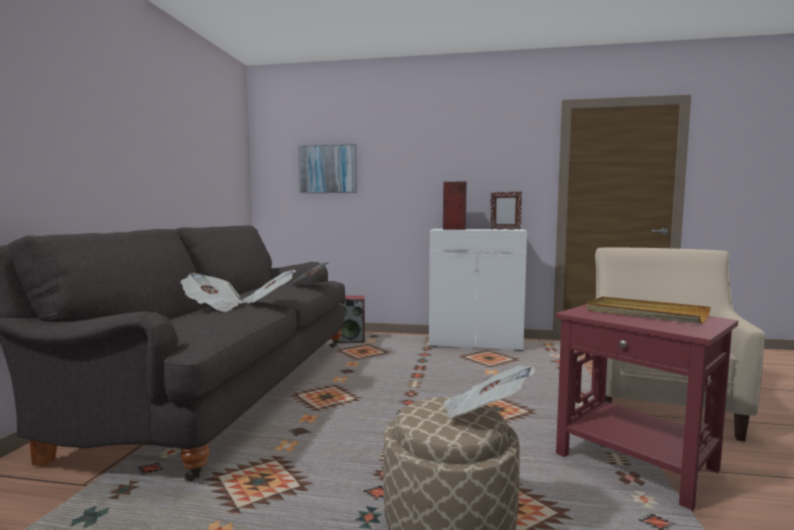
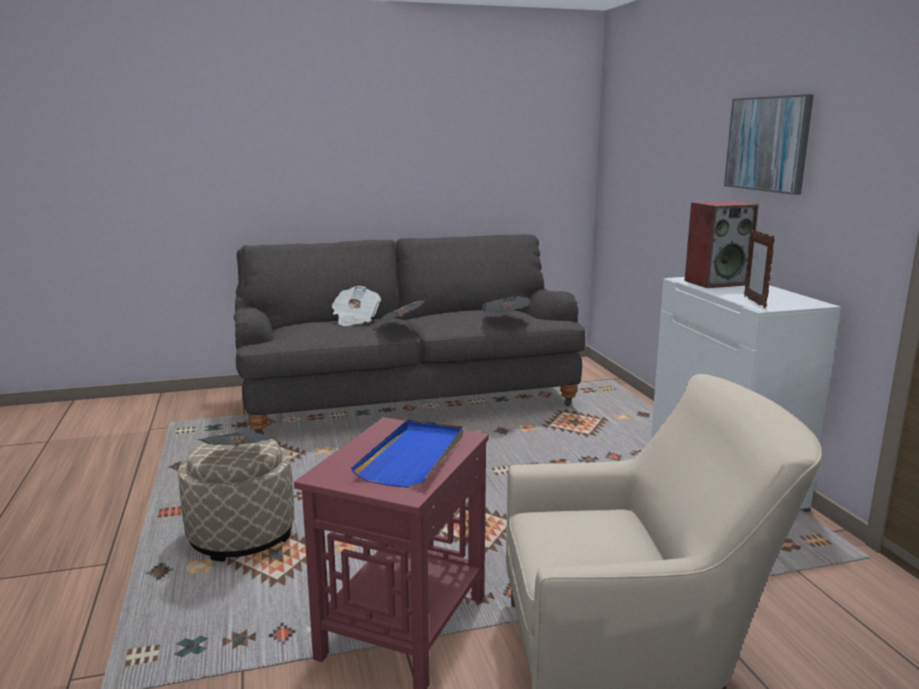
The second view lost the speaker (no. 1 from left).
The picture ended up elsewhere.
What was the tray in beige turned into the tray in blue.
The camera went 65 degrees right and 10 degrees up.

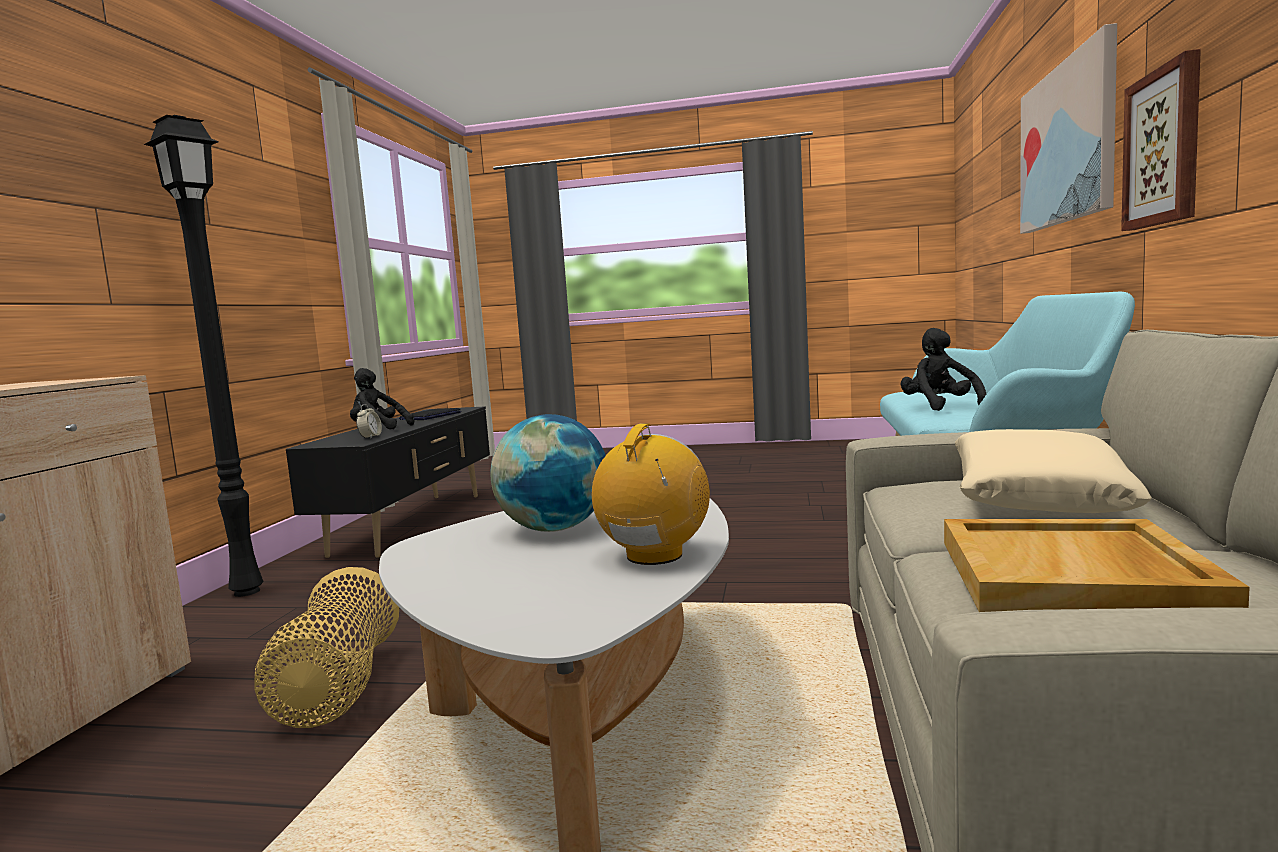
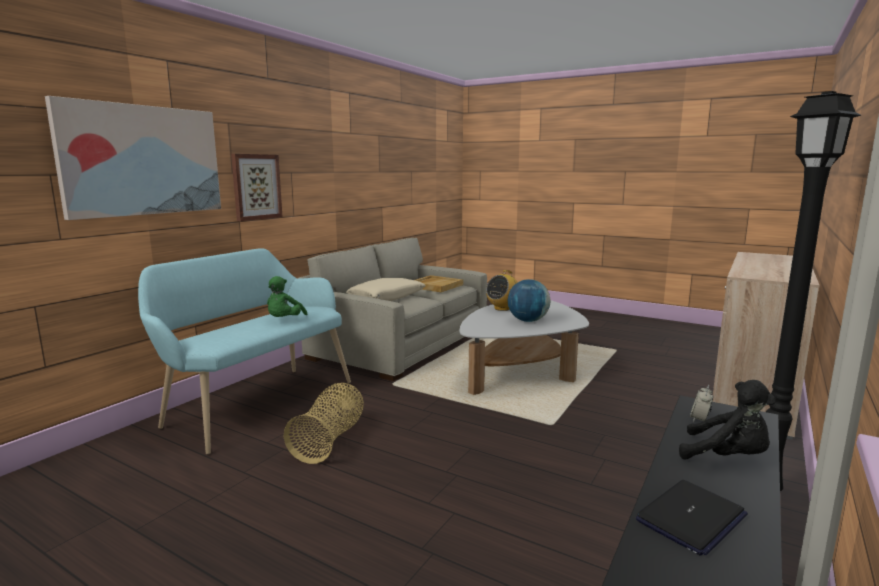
The basket ended up elsewhere.
What was the plush toy in black (no. 2 from left) turned into the plush toy in green.
The camera went 160 degrees left and 5 degrees up.

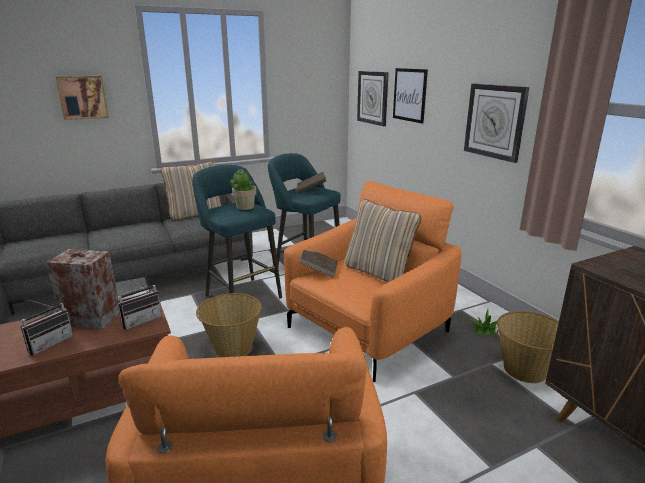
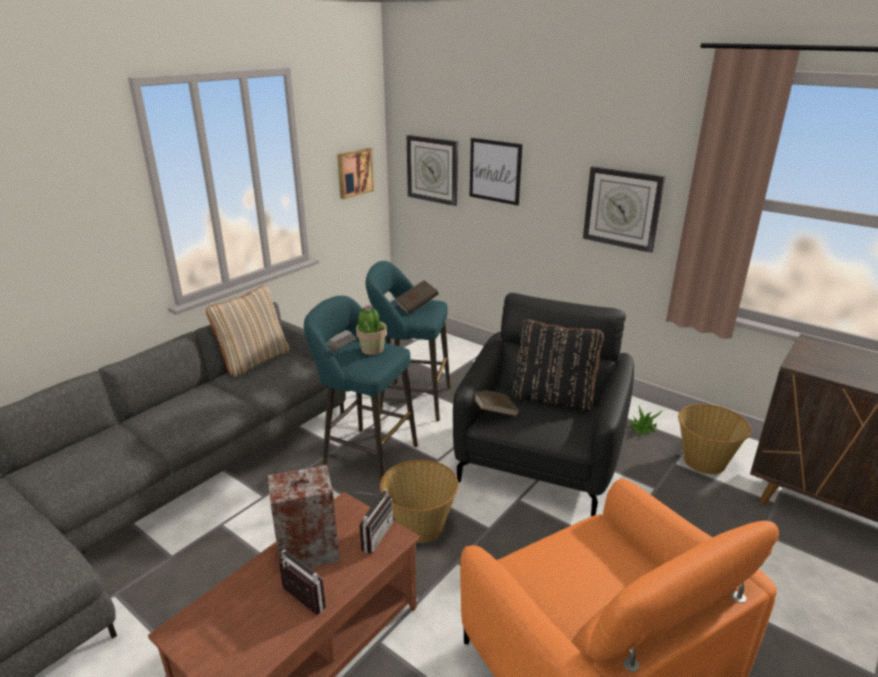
The picture (no. 1 from left) ended up elsewhere.
What was the armchair in orange (no. 2 from left) turned into the armchair in black.
What was the pillow in beige (no. 2 from left) turned into the pillow in black.
The radio (no. 1 from left) ended up facing another way, 60 degrees counterclockwise from before.
The camera went 25 degrees left and 5 degrees up.

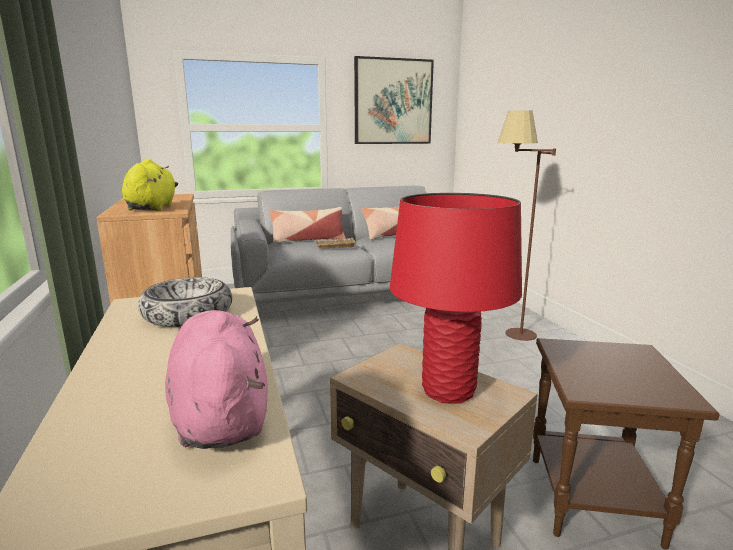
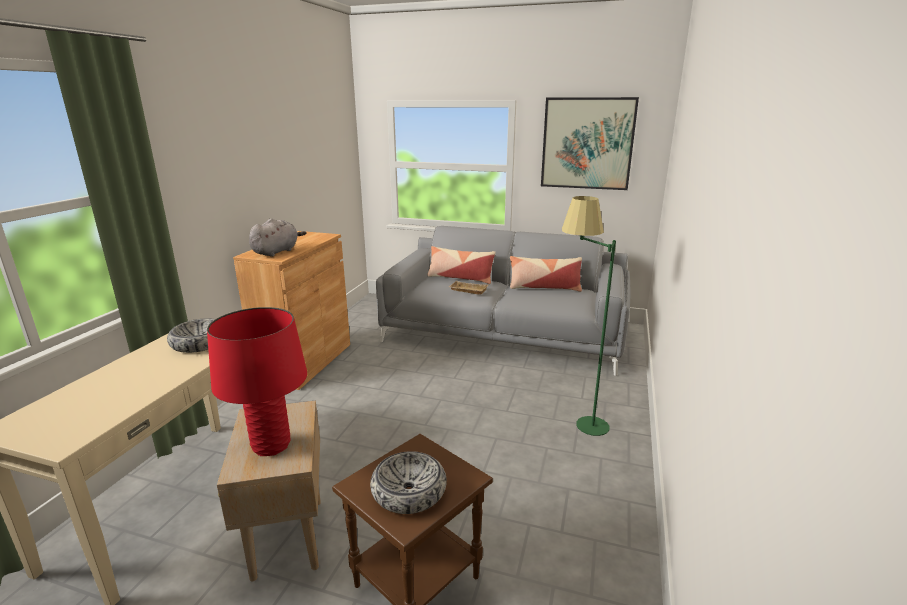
The second view lost the plush toy in pink.
The second view gained the bowl (no. 2 from left).
What was the plush toy in yellow turned into the plush toy in grey.
What was the floor lamp in brown turned into the floor lamp in green.
The camera went 35 degrees right and 5 degrees up.

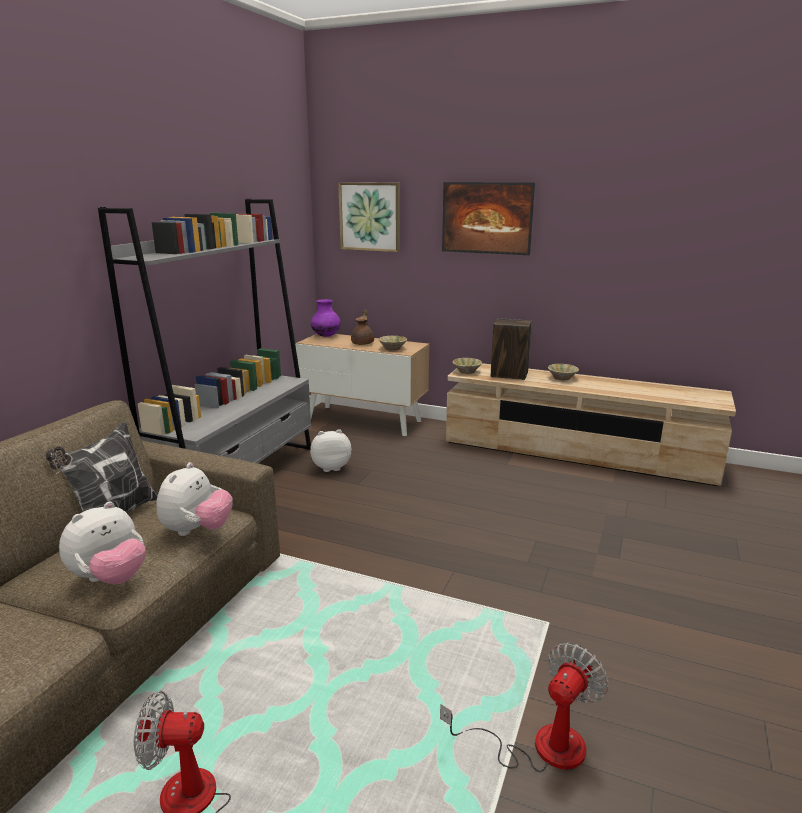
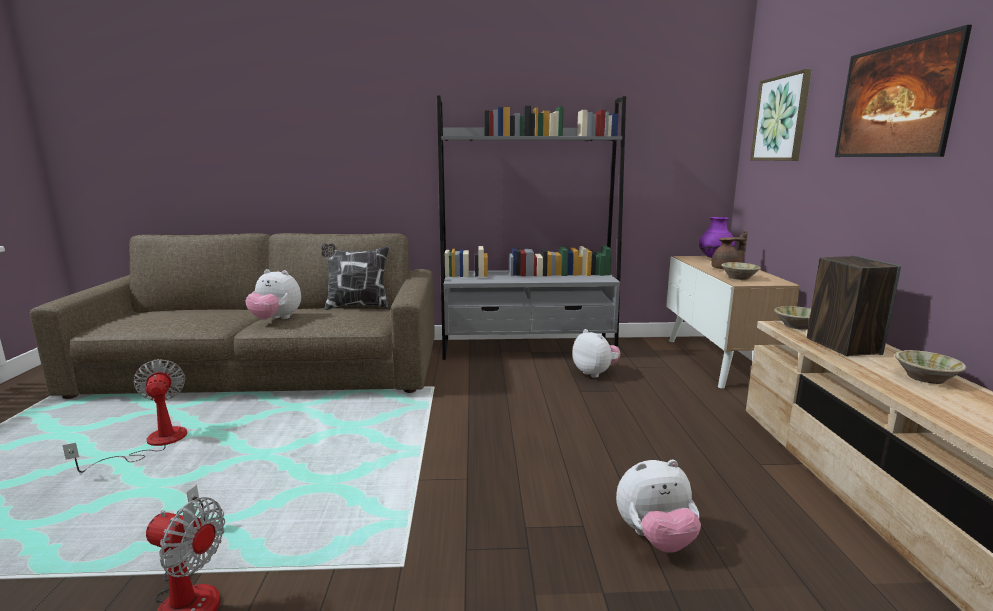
The plush toy (no. 2 from left in the first image) ended up elsewhere.
The camera went 65 degrees right and 5 degrees down.

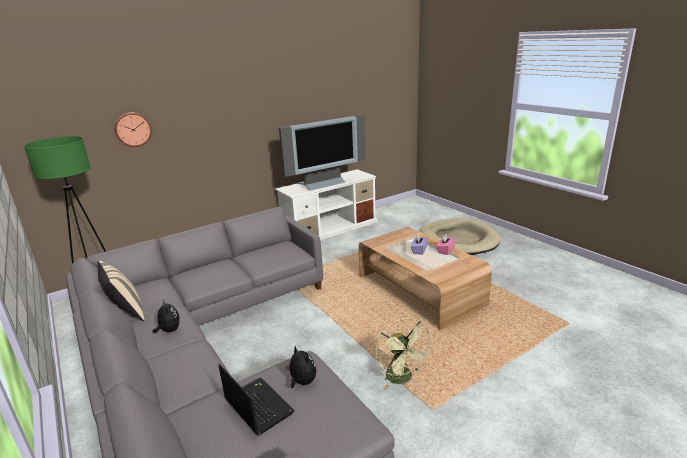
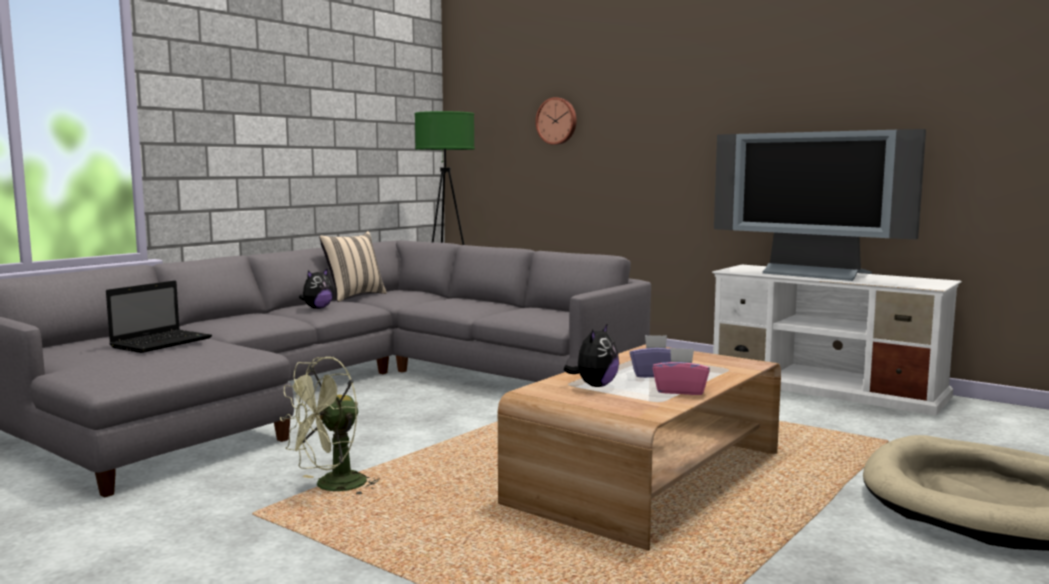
The plush toy (no. 2 from left) ended up elsewhere.
The camera went 70 degrees right and 15 degrees down.

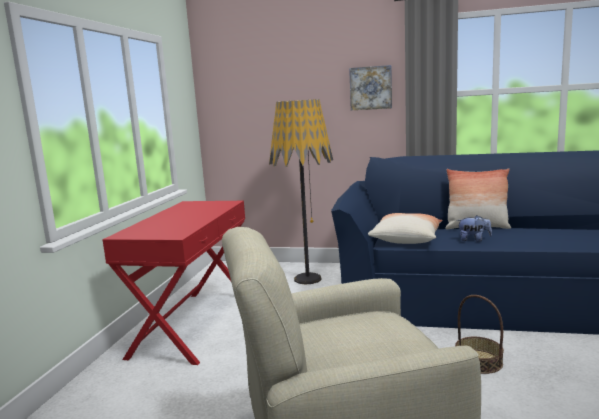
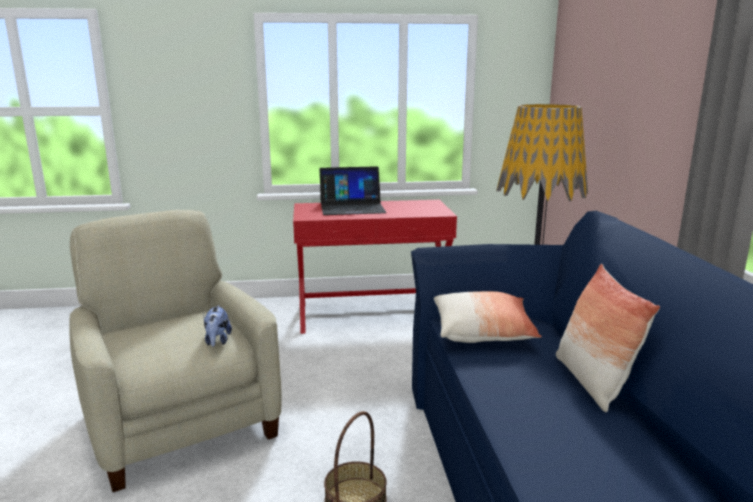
The second view lost the picture.
The second view gained the laptop.
The plush toy ended up elsewhere.
The camera went 70 degrees right and 5 degrees up.

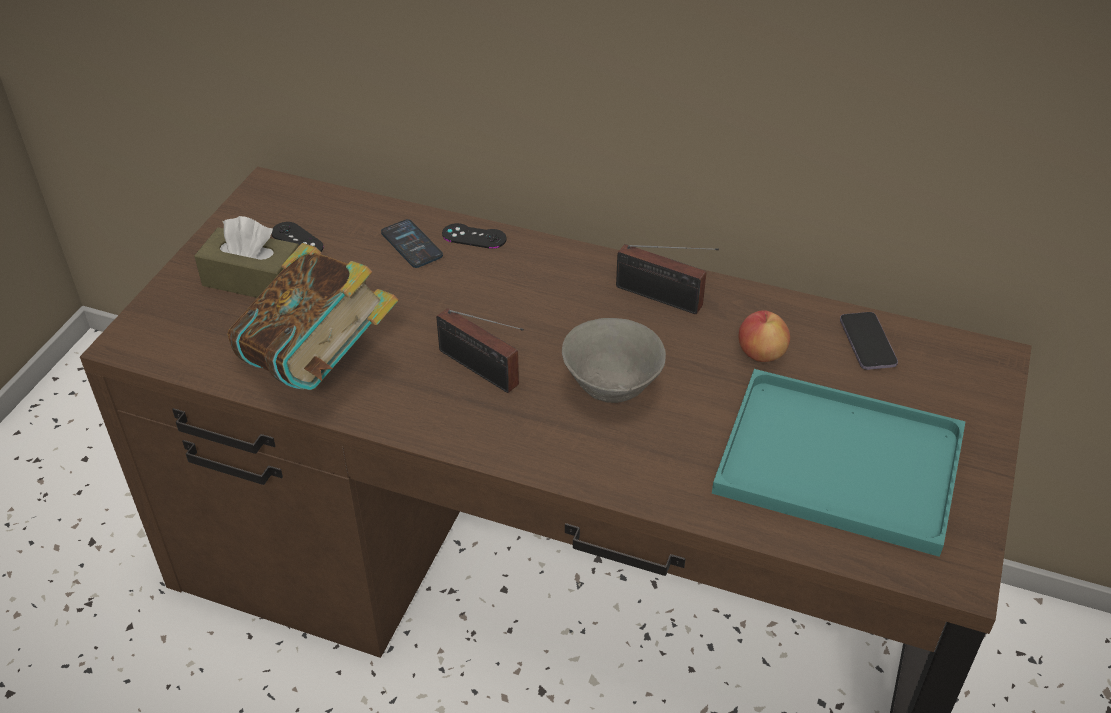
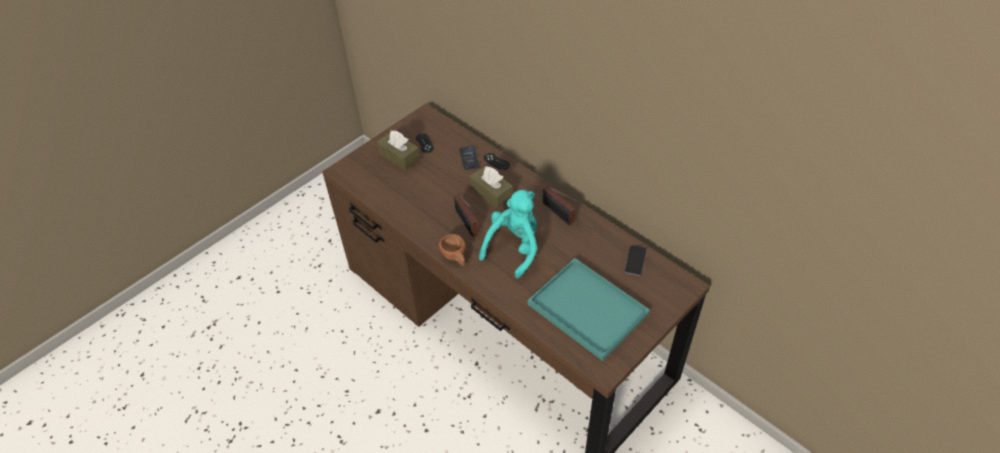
The second view lost the book.
The second view lost the apple.
The second view gained the cup in brown.
The second view gained the tissue box in brown (no. 2 from left).
Where the bowl in grey stood, the plush toy in turquoise came to stand.
The camera went 25 degrees right and 5 degrees up.

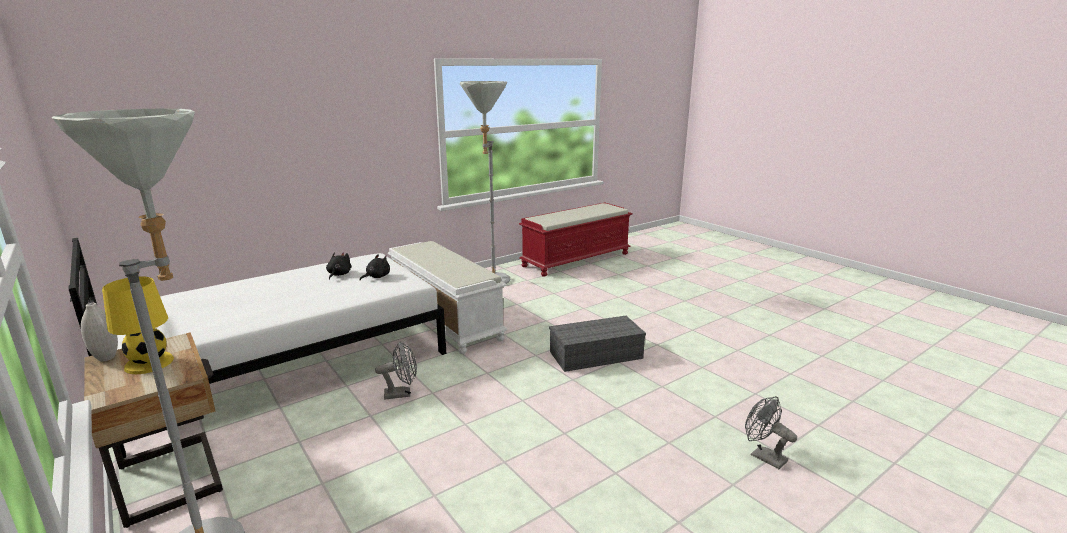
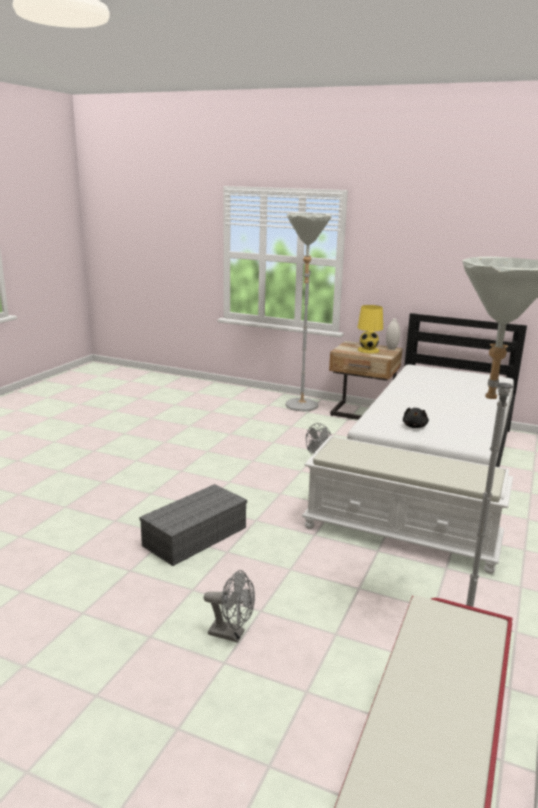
The second view lost the plush toy in black (no. 1 from left).
The fan in grey (no. 2 from left in the first image) ended up elsewhere.
The camera went 150 degrees right and 0 degrees up.

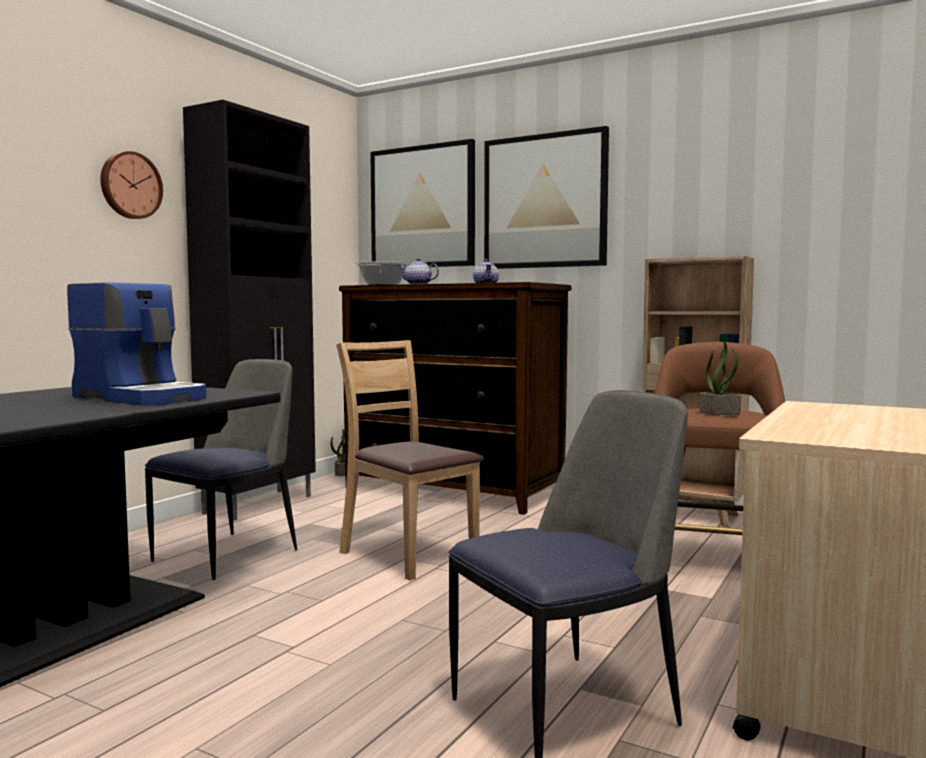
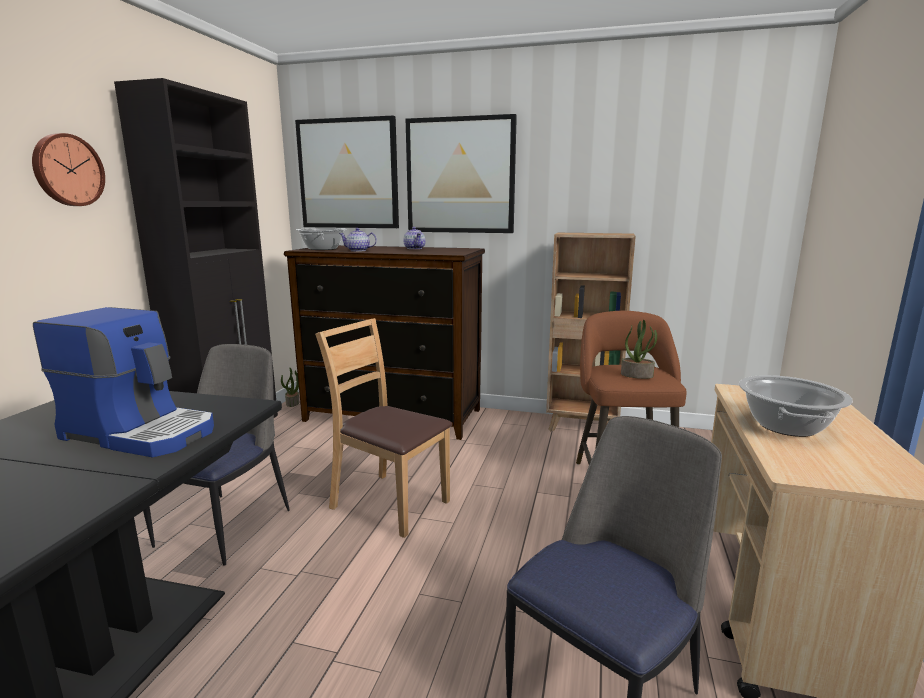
The second view gained the cooking pot (no. 2 from left).
The camera went 15 degrees left and 10 degrees up.

